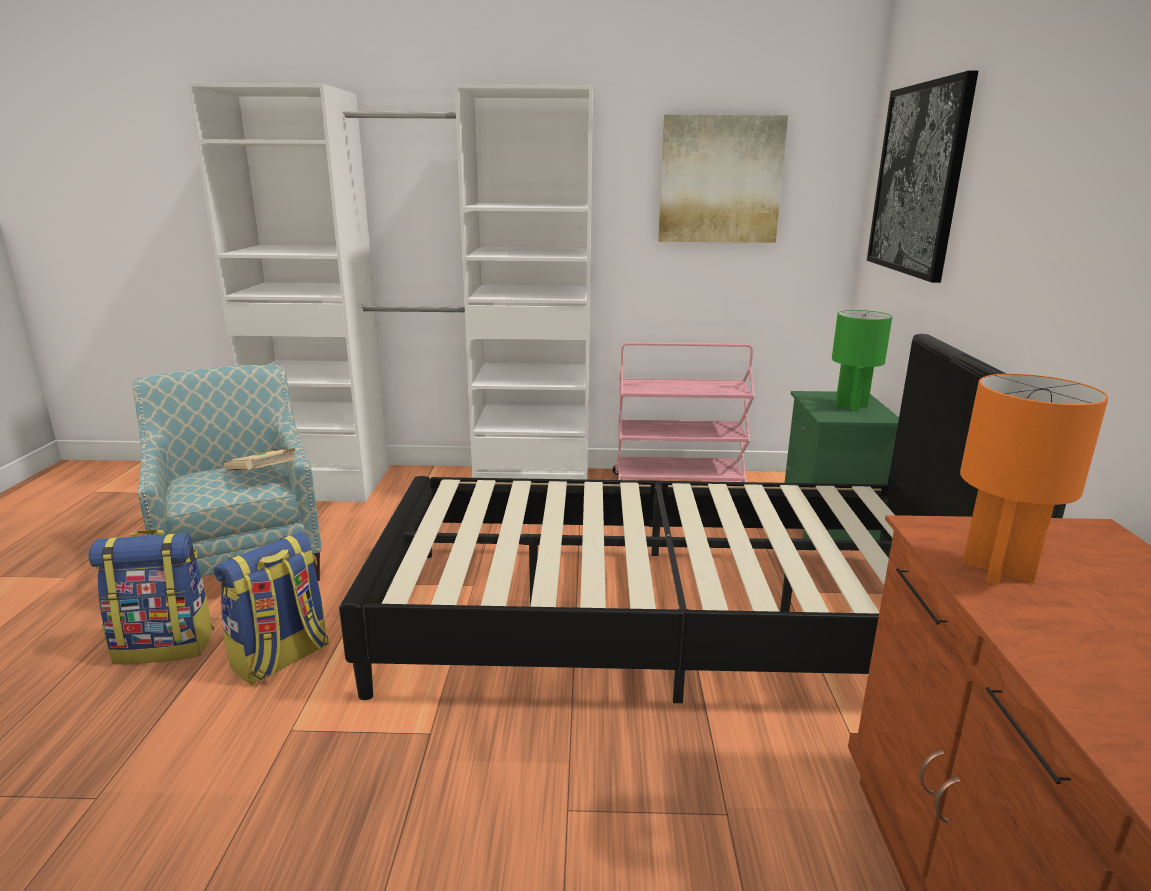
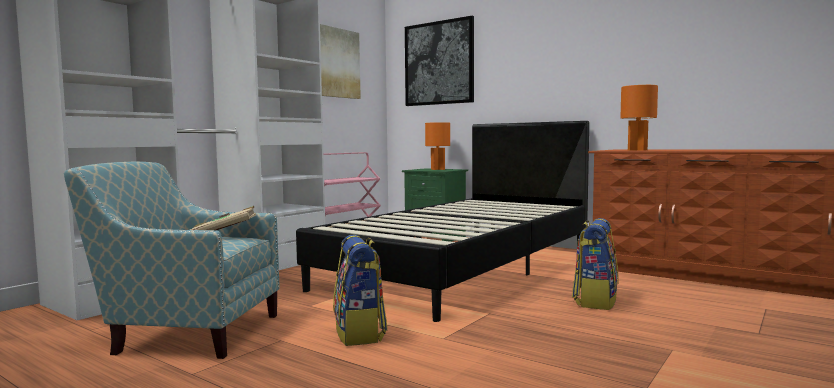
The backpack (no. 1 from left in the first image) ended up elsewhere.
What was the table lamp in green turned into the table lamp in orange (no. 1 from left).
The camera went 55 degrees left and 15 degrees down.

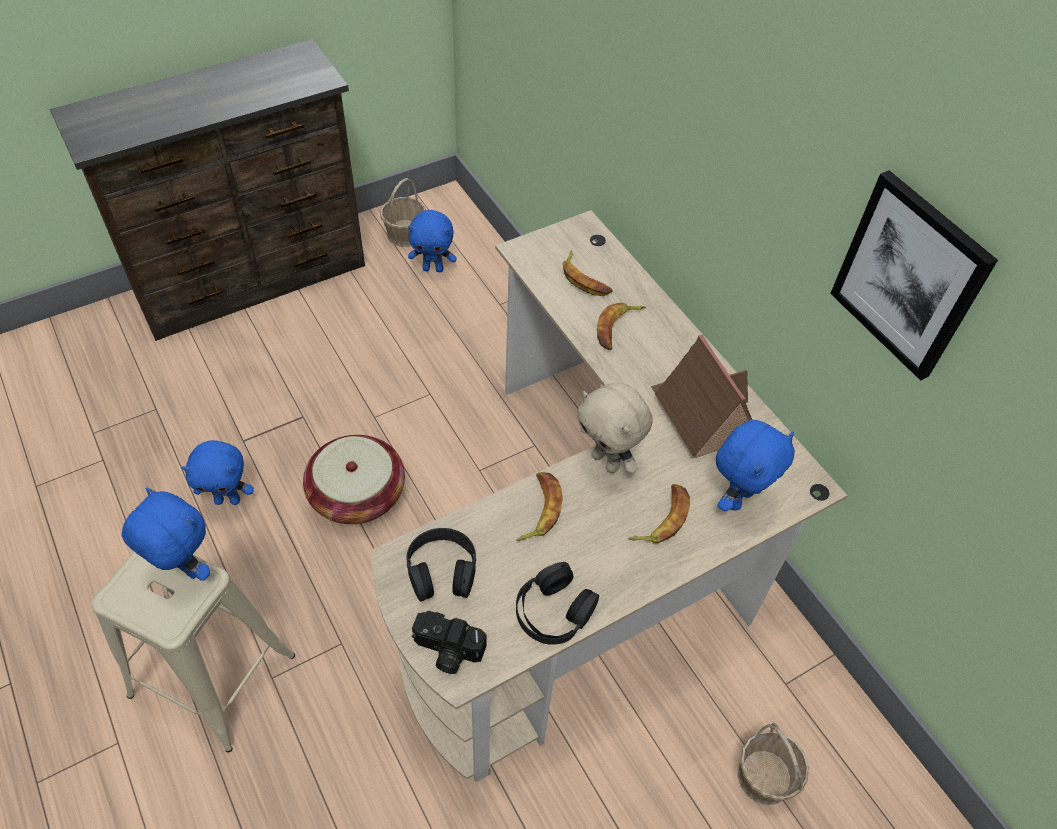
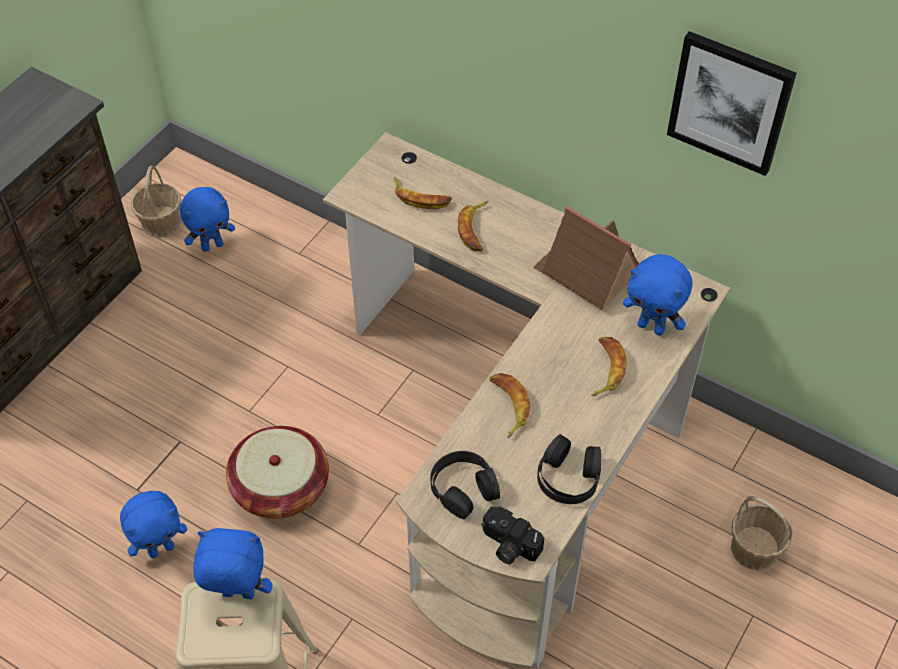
The second view lost the plush toy in beige.
The photo camera ended up facing another way, 45 degrees clockwise from before.
The plush toy in blue (no. 4 from left) ended up facing another way, 105 degrees clockwise from before.
The camera went 25 degrees left and 0 degrees up.

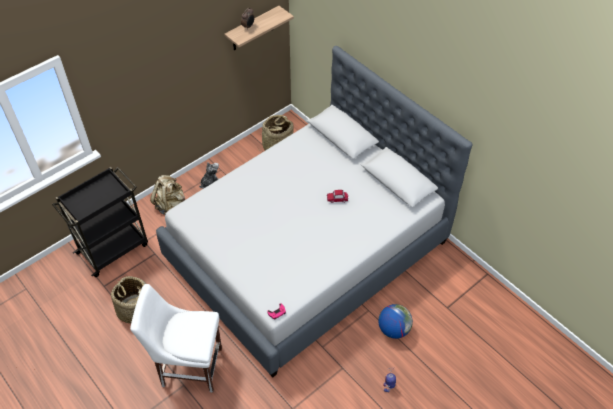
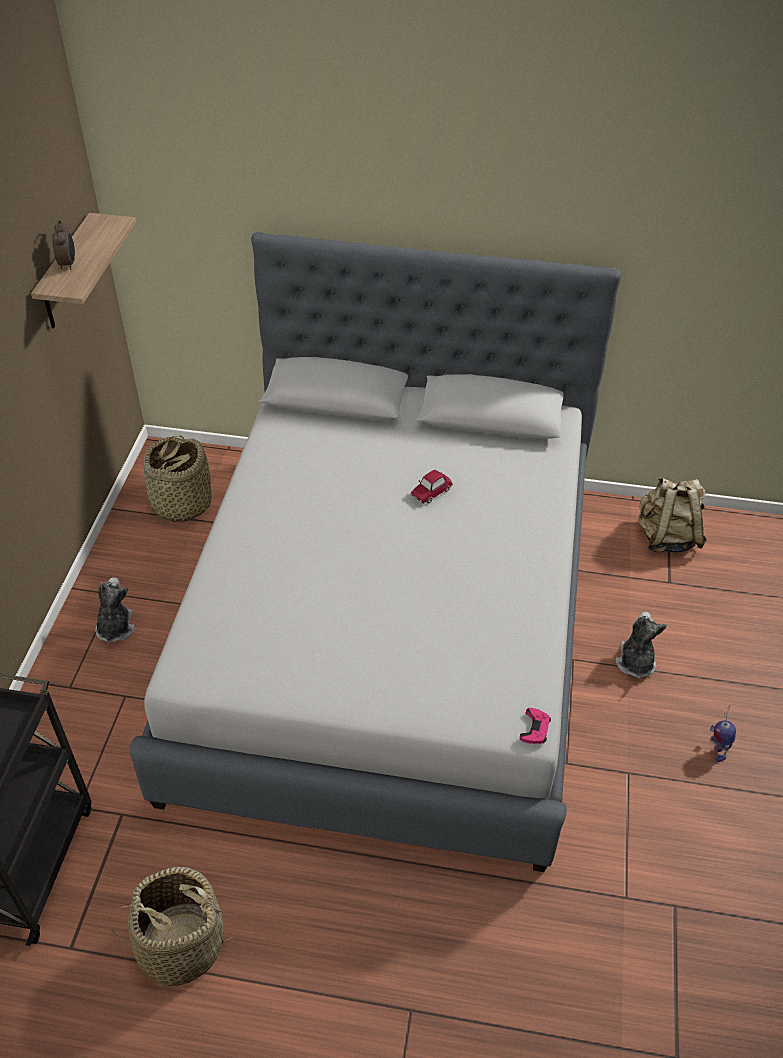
The second view lost the chair in white.
The backpack in beige ended up elsewhere.
Where the globe stood, the plush toy (no. 2 from left) came to stand.
The camera went 40 degrees left and 5 degrees down.

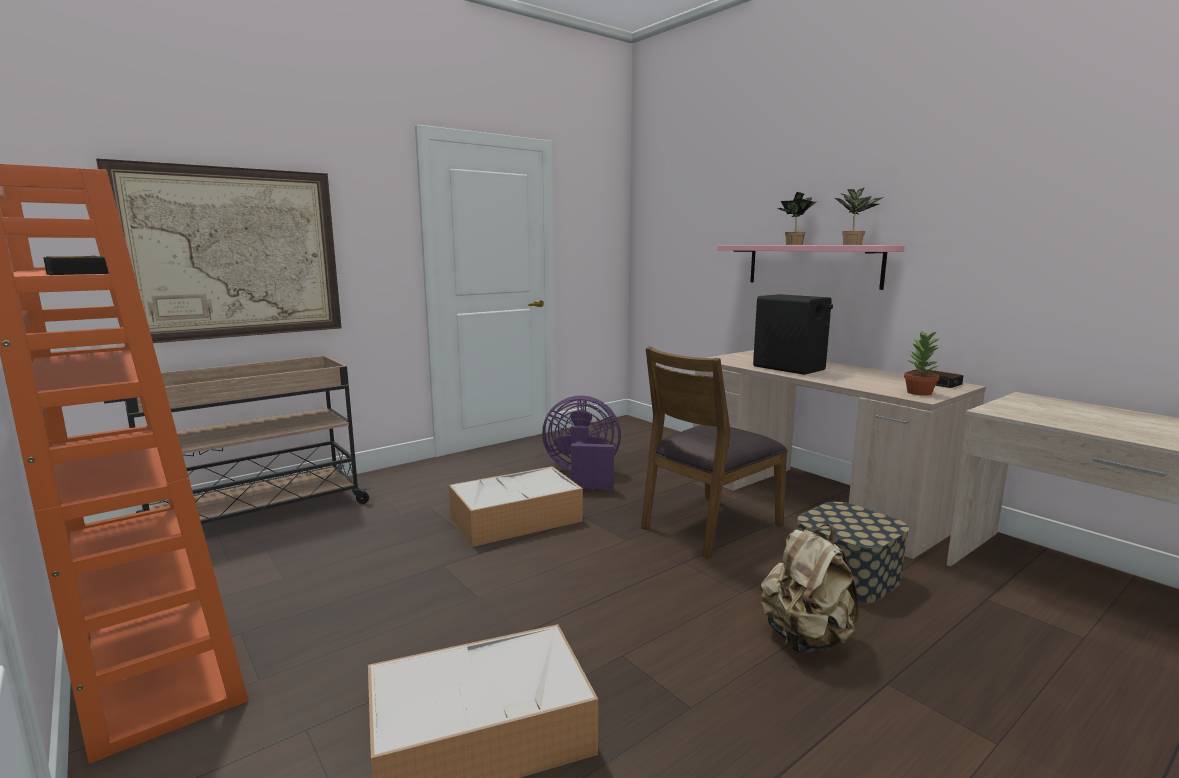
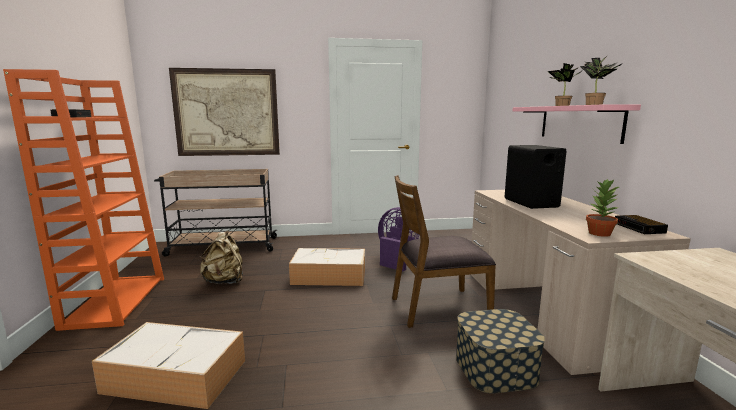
The backpack in beige ended up elsewhere.
The camera went 30 degrees right and 0 degrees up.

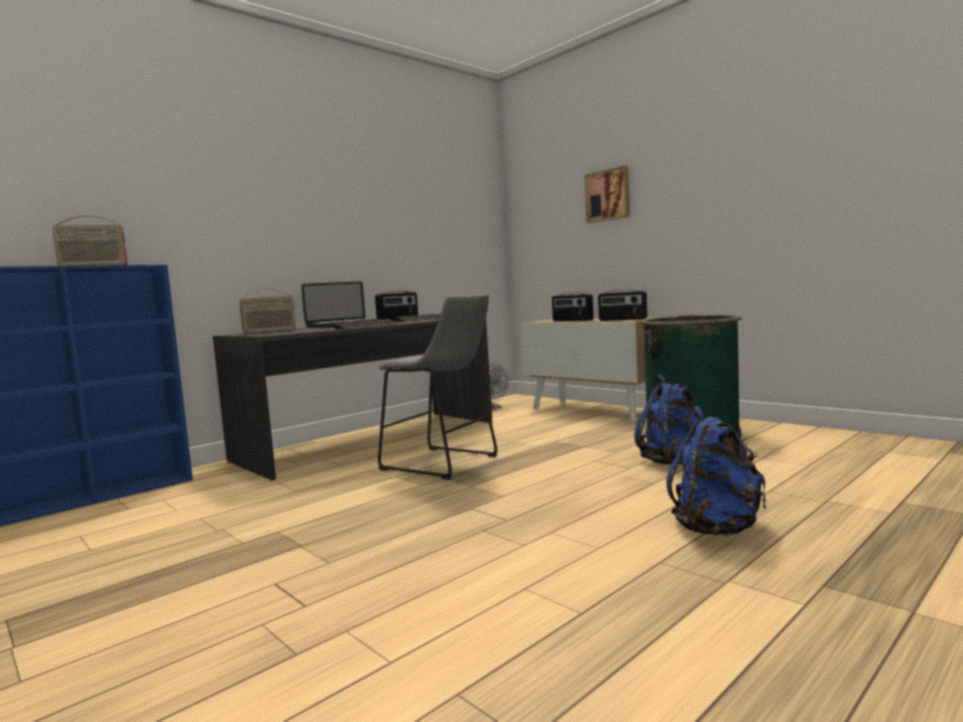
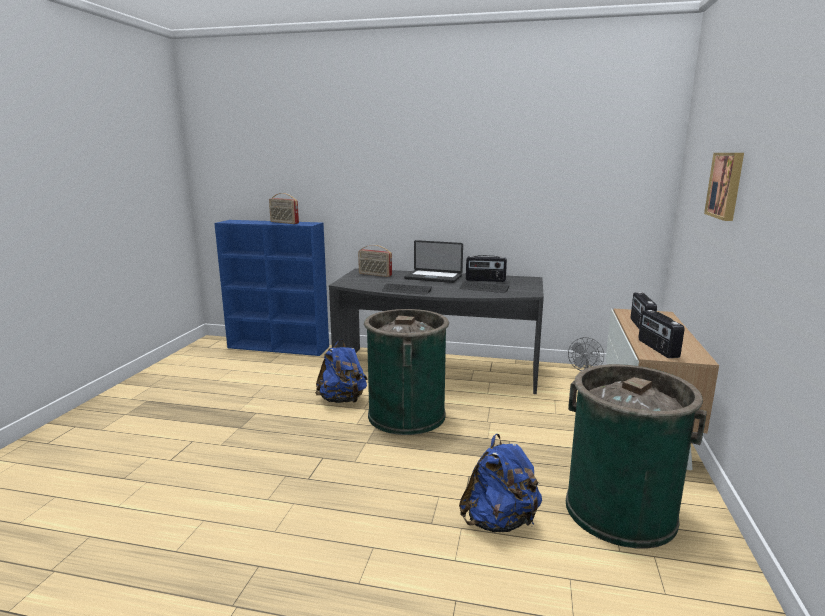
The backpack in blue (no. 2 from left in the first image) ended up elsewhere.
Where the stool in grey stood, the trash can in green (no. 1 from left) came to stand.
The camera went 55 degrees right and 10 degrees up.

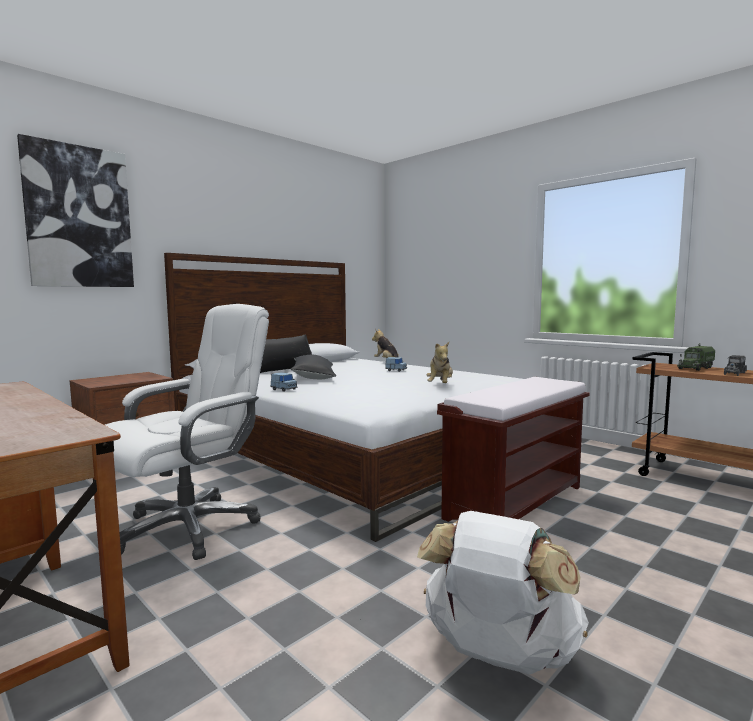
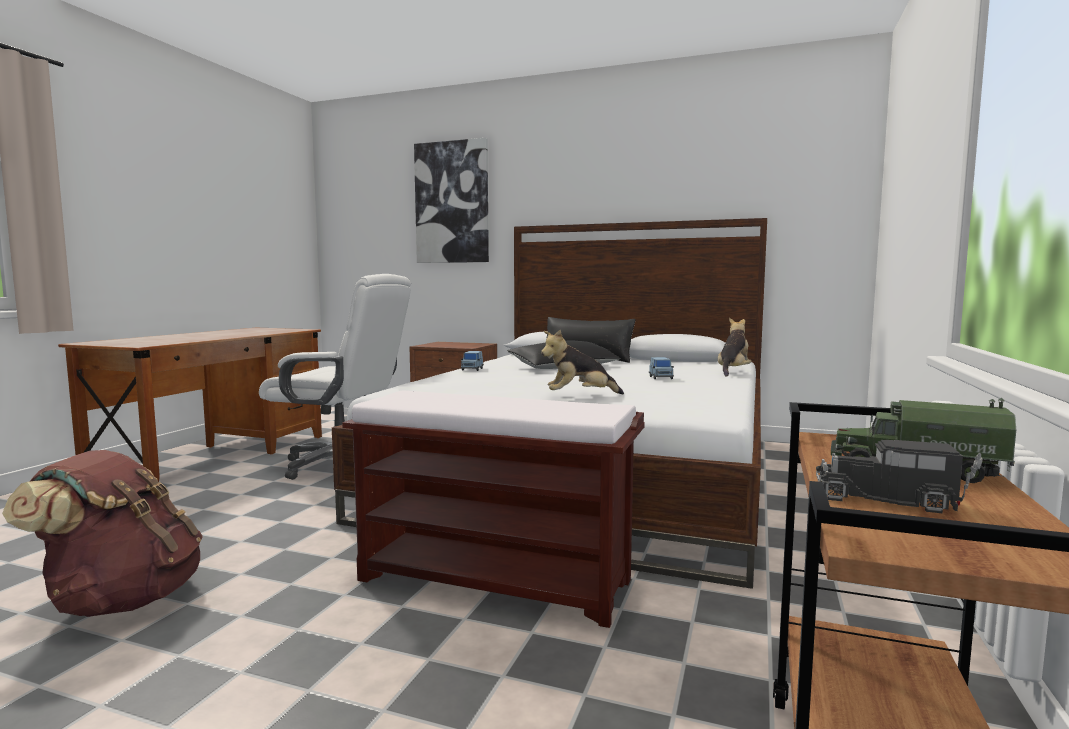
What was the backpack in white turned into the backpack in brown.
The camera went 65 degrees right and 0 degrees up.

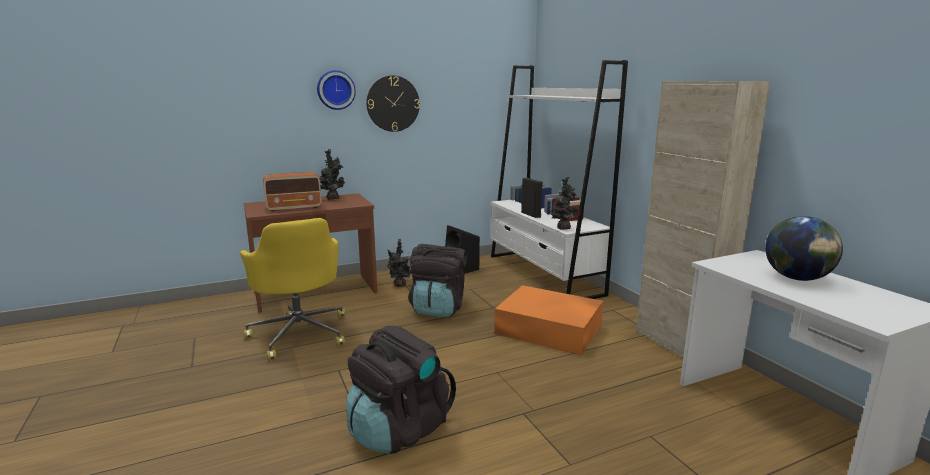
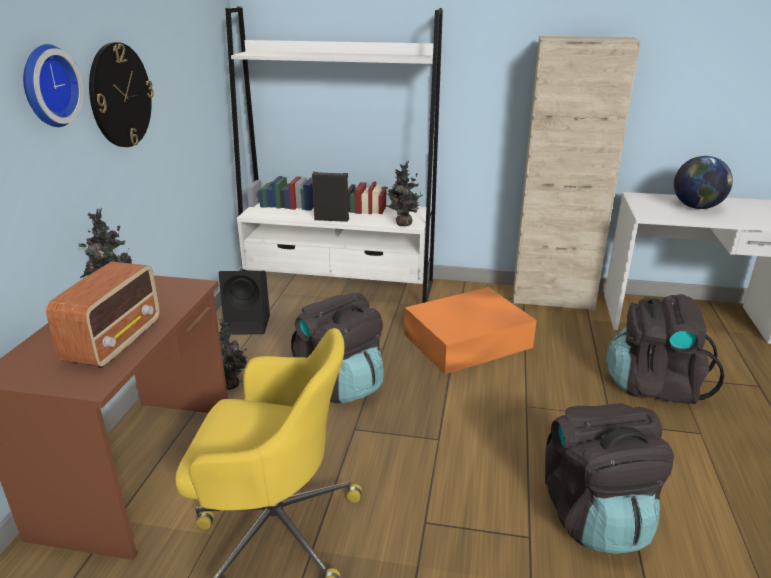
The second view gained the backpack in black (no. 3 from left).
The camera went 55 degrees left and 10 degrees up.

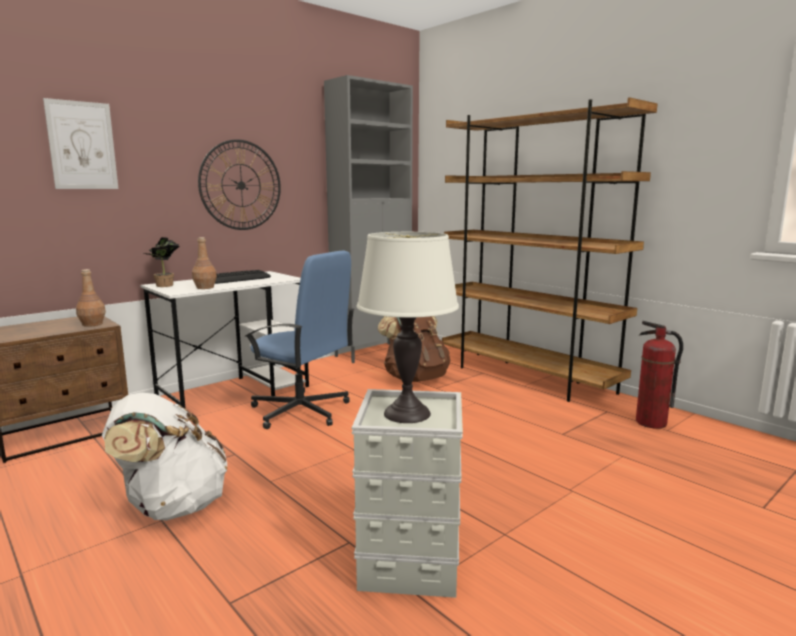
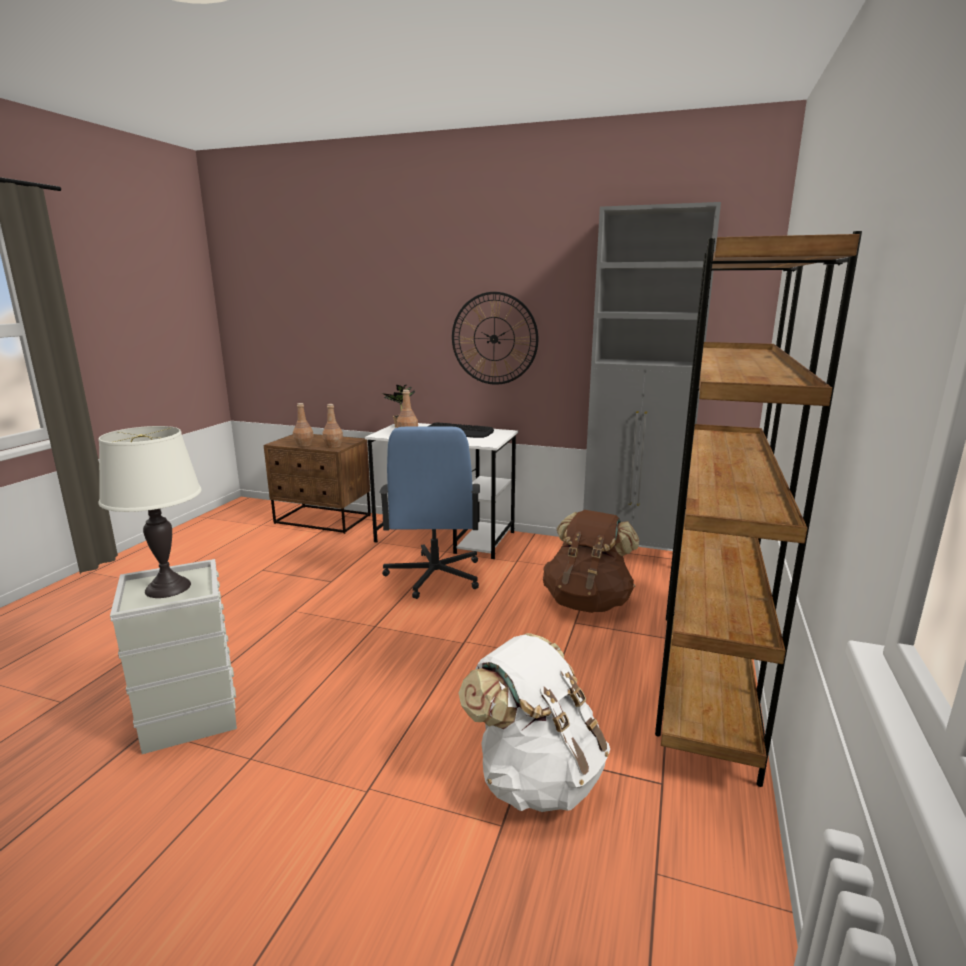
The second view lost the picture.
The second view lost the fire extinguisher.
The second view gained the bottle in brown (no. 1 from left).
The backpack in white ended up elsewhere.
The camera went 60 degrees right and 5 degrees up.

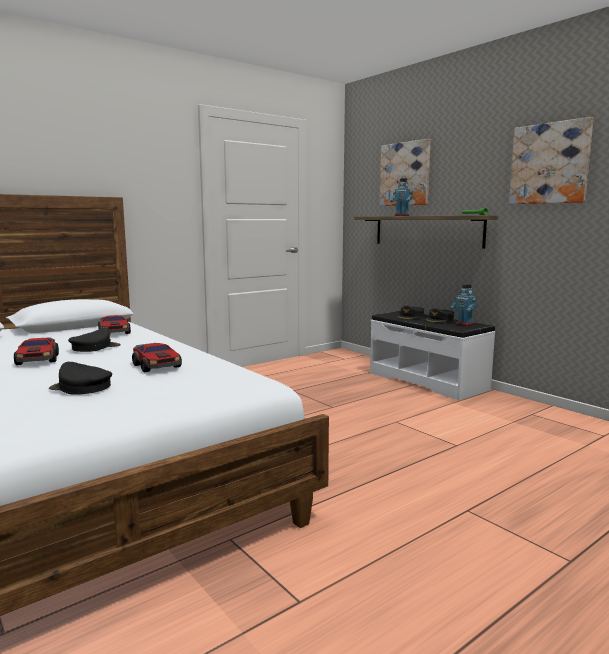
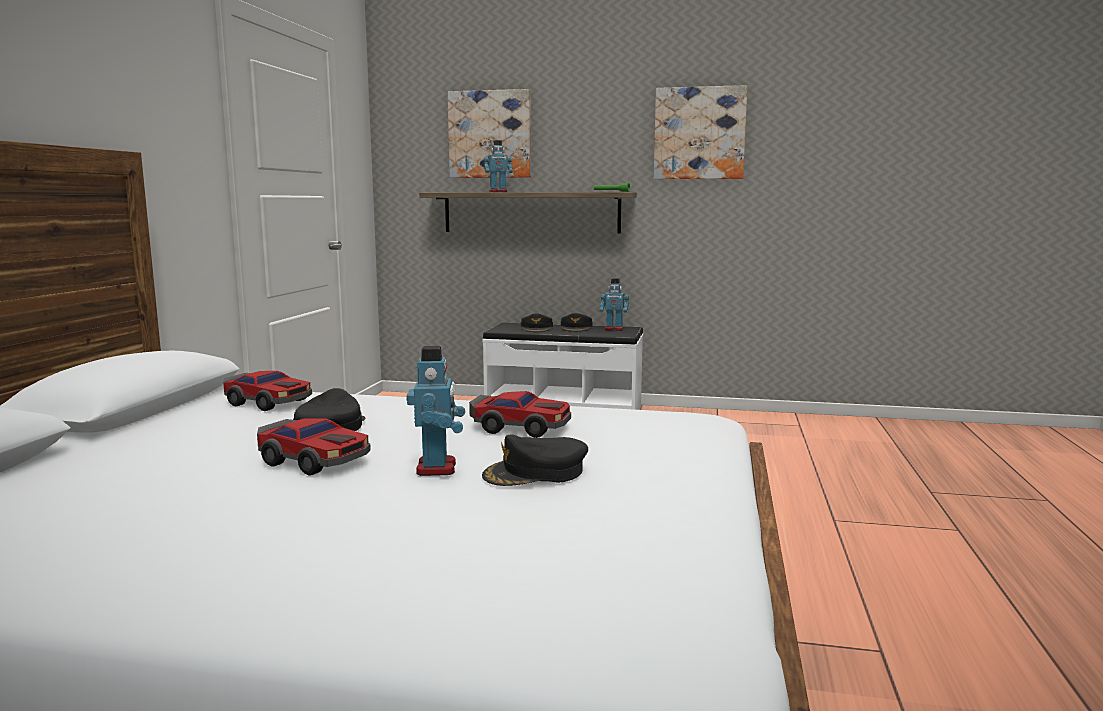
The second view gained the toy robot (no. 1 from left).
The camera went 40 degrees left and 0 degrees up.

